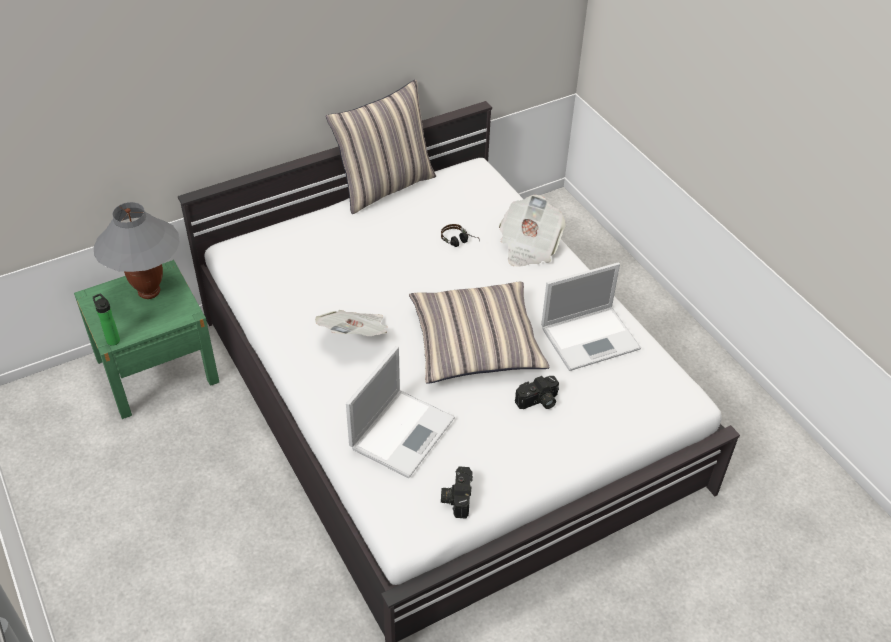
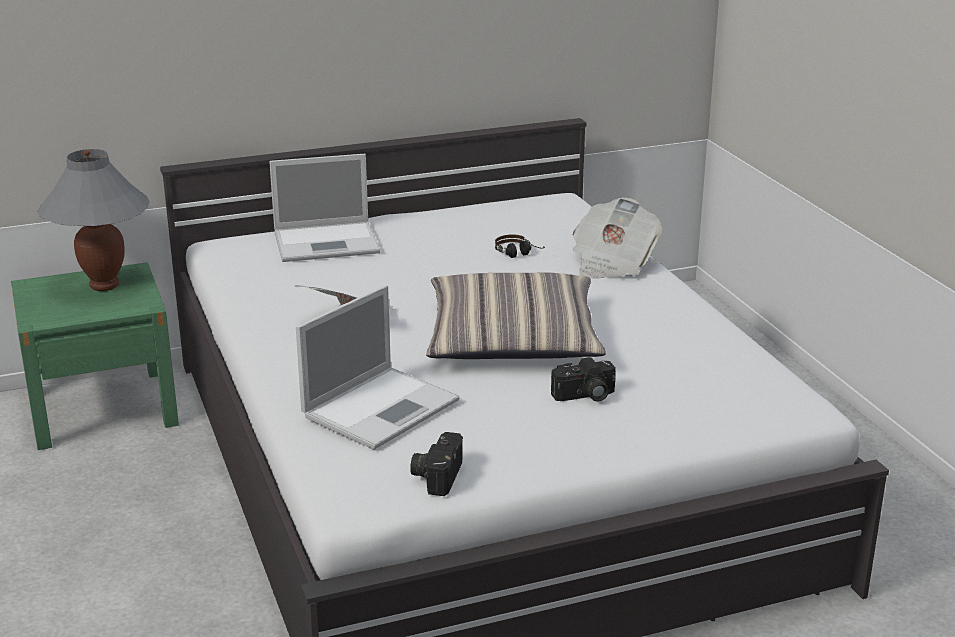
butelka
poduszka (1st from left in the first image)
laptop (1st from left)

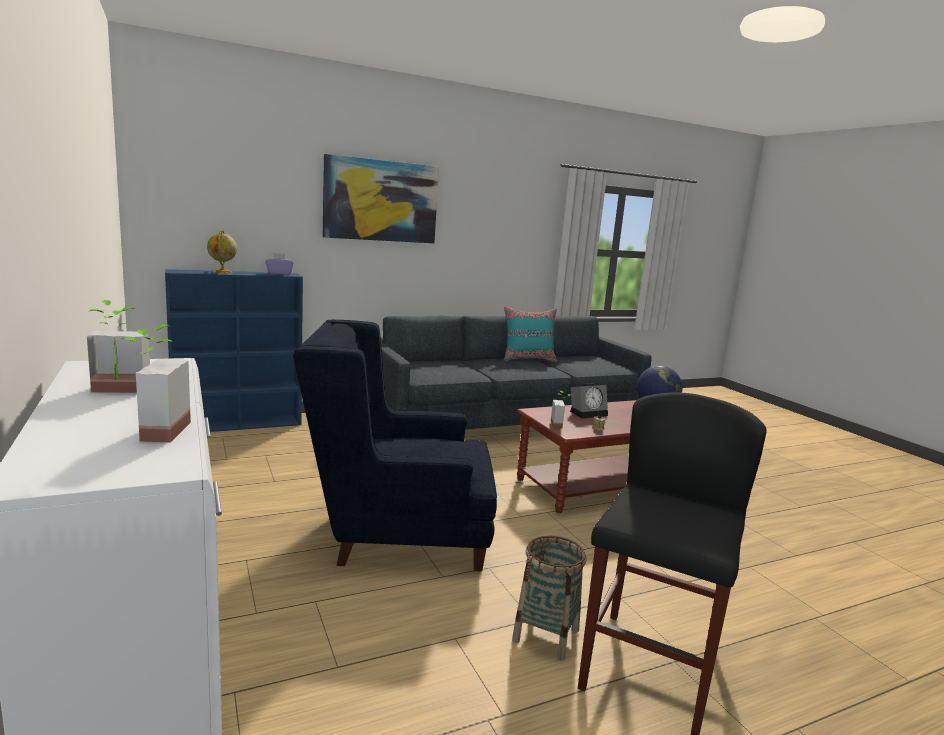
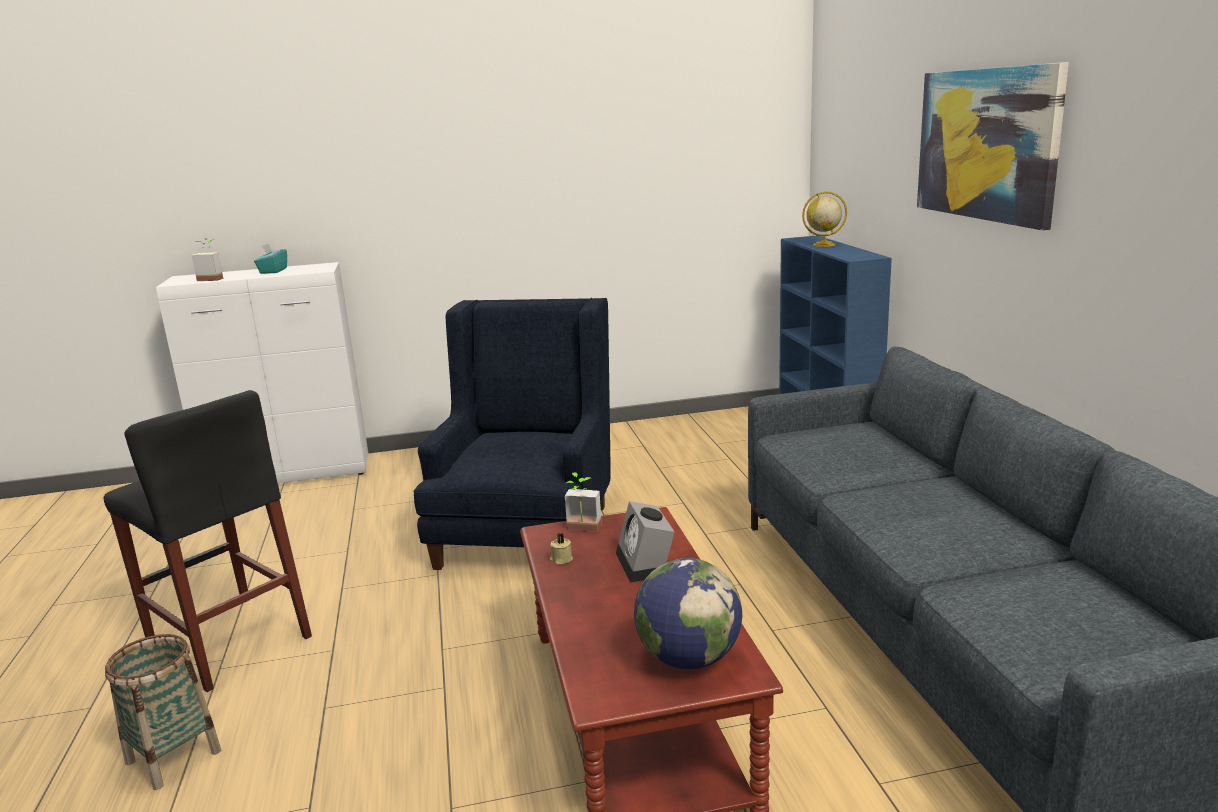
pudełko chusteczek/fioletowy
poduszka/turkusowy
koszyk
pudełko chusteczek/turkusowy

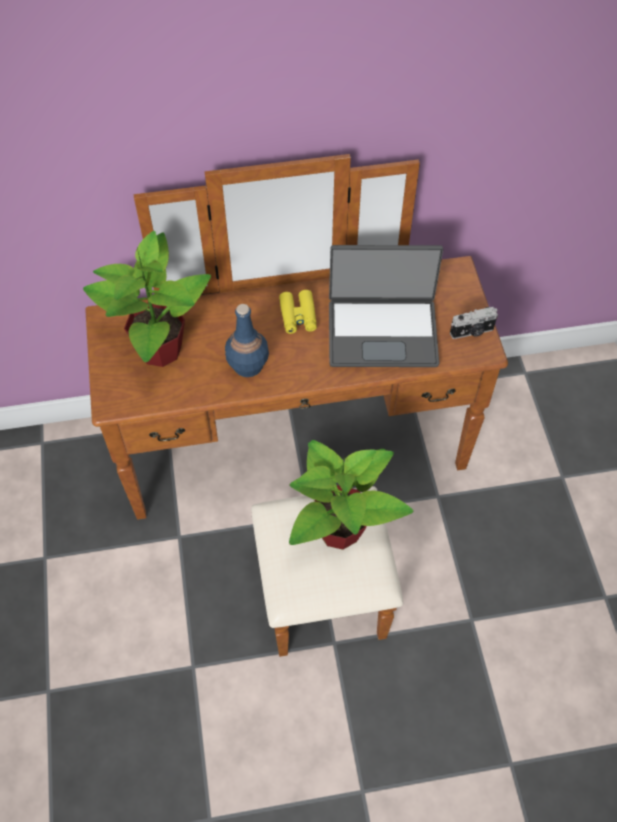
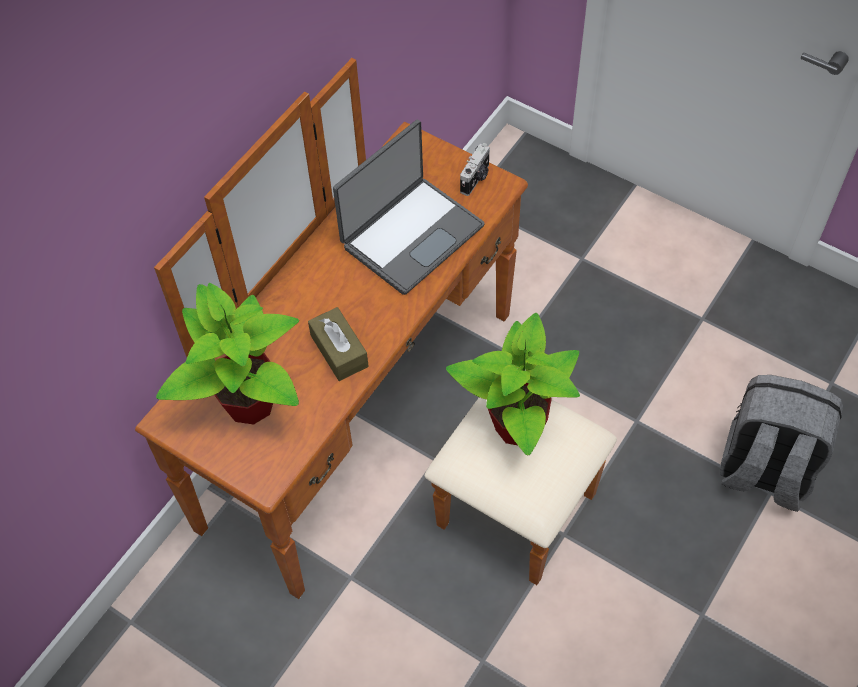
lornetka/żółty
plecak/szary
pudełko chusteczek/brązowy

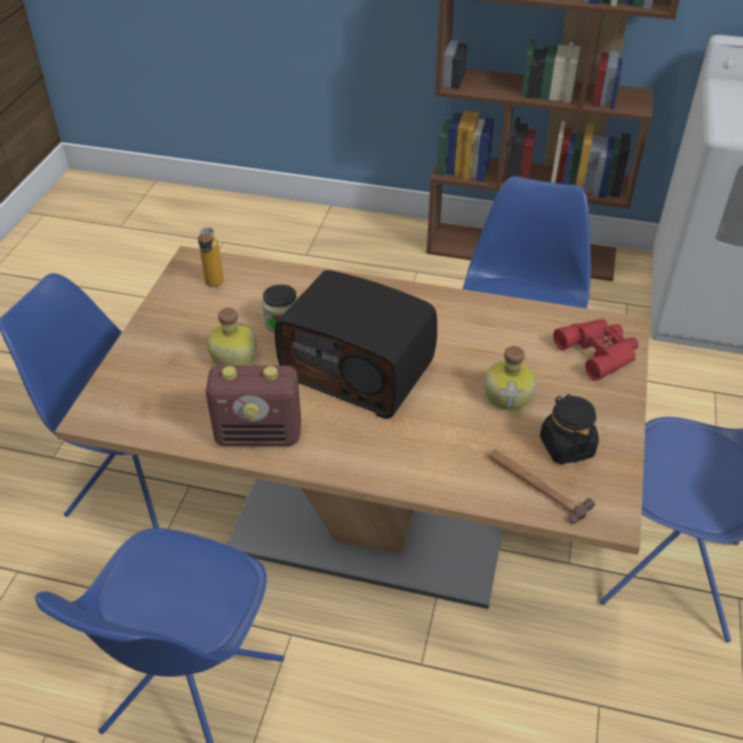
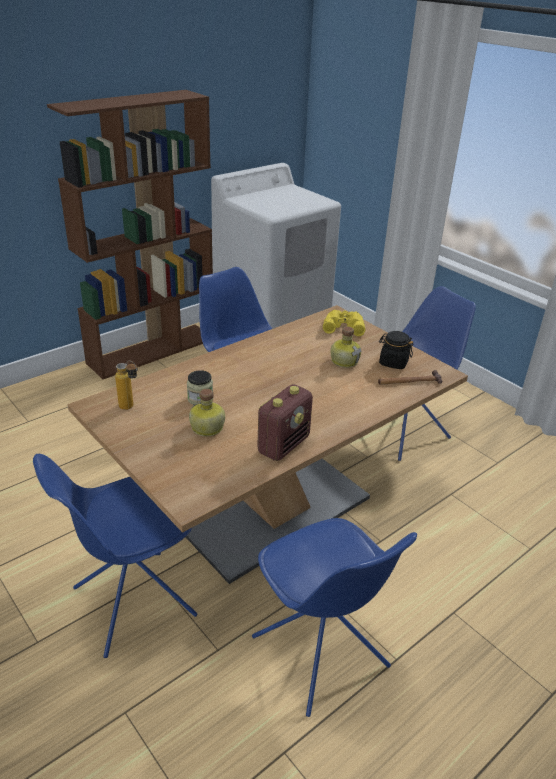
radio (2nd from left in the first image)
lornetka/żółty

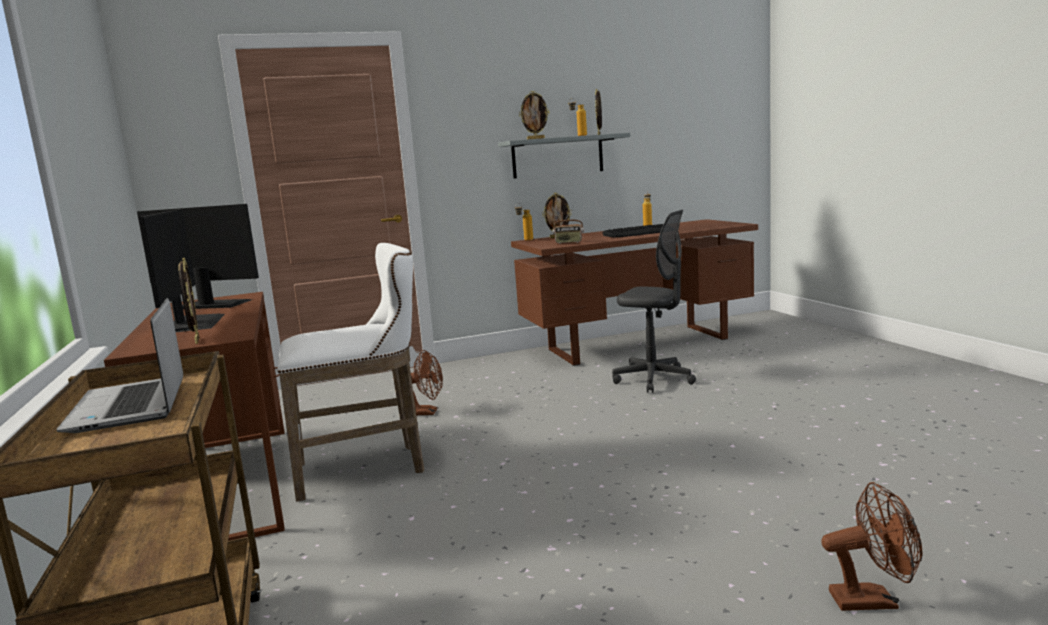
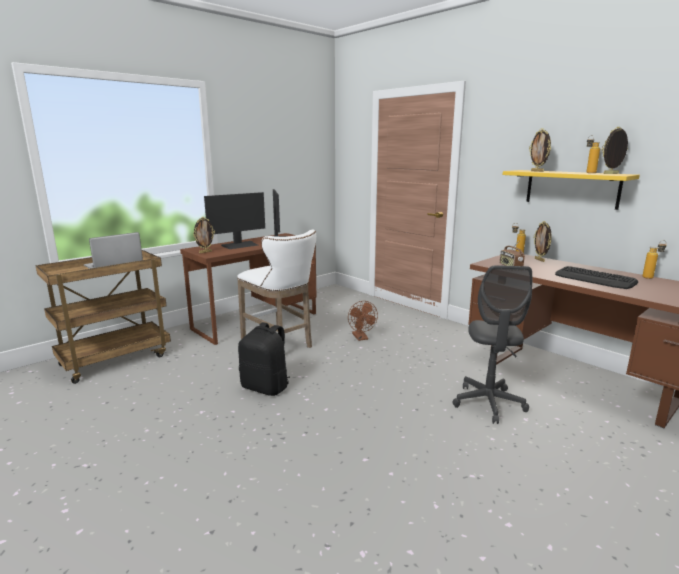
wentylator/brązowy (2nd from left in the first image)
plecak/czarny
półka/żółty

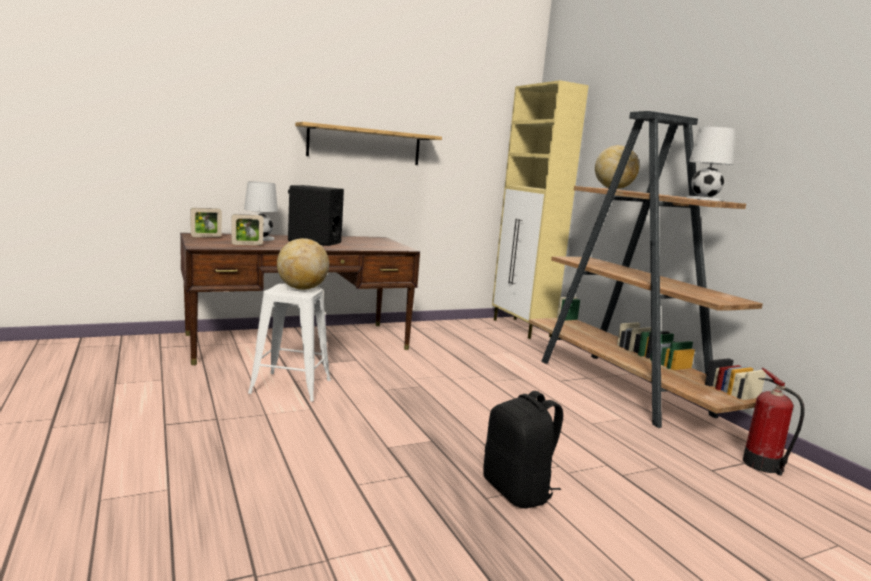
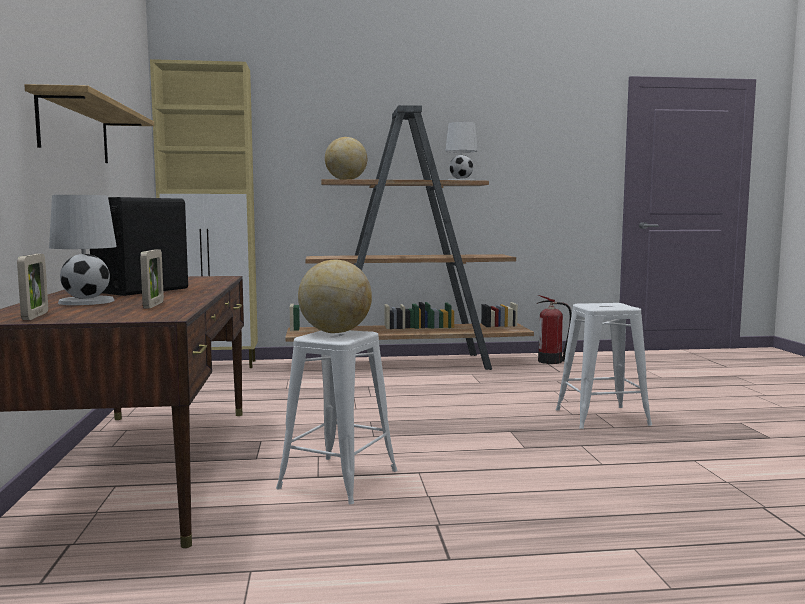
stołek/biały (2nd from left)

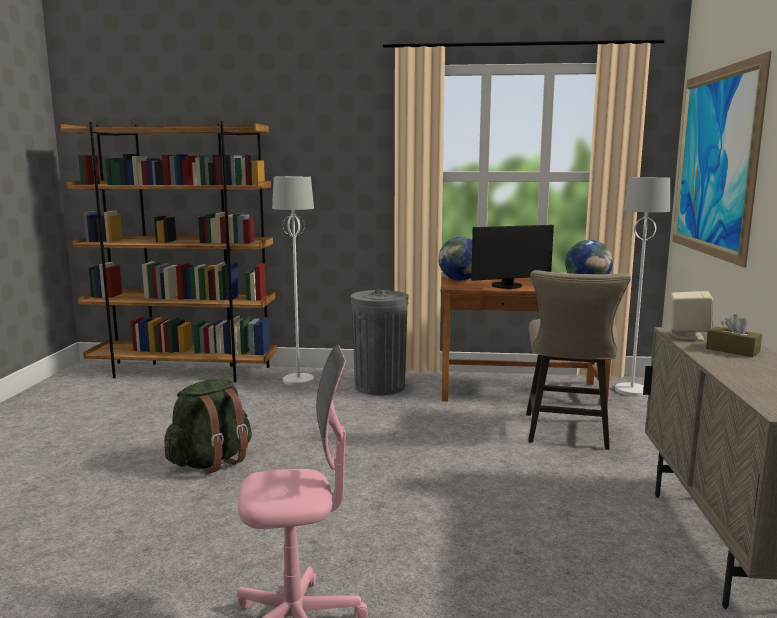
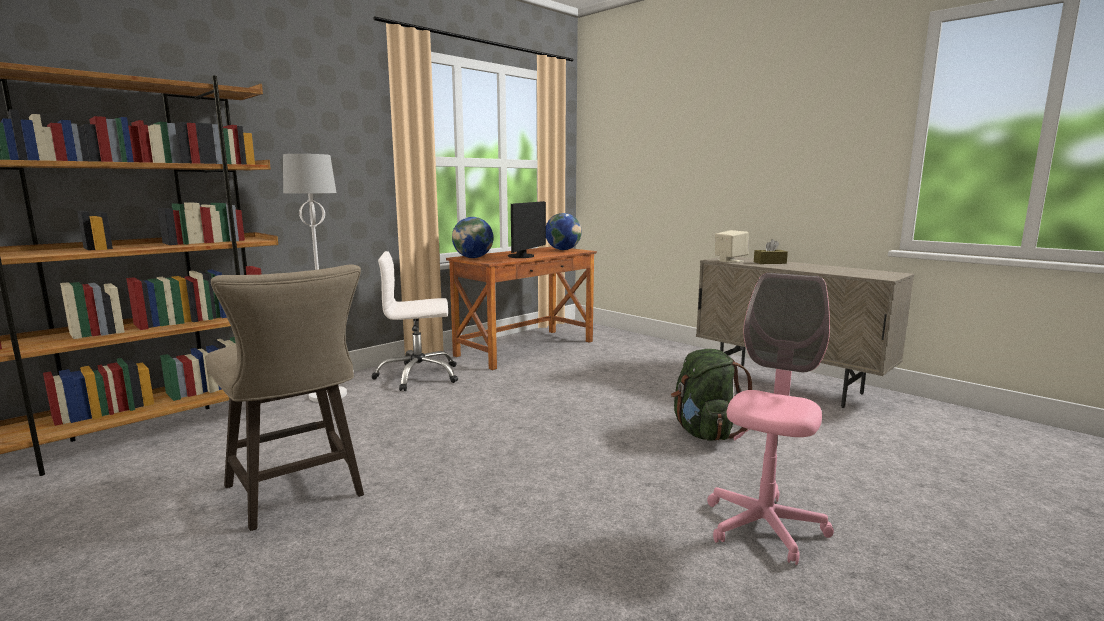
lampa stojąca/biały (2nd from left in the first image)
obraz
plecak/zielony
stołek/beżowy
krzesło biurowe/biały

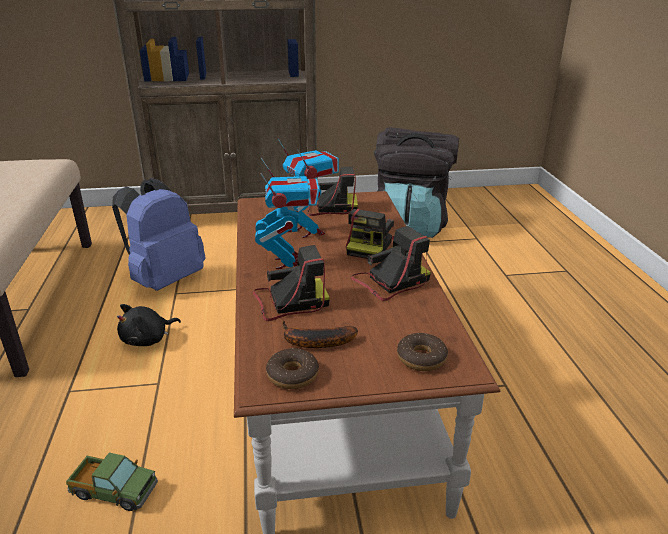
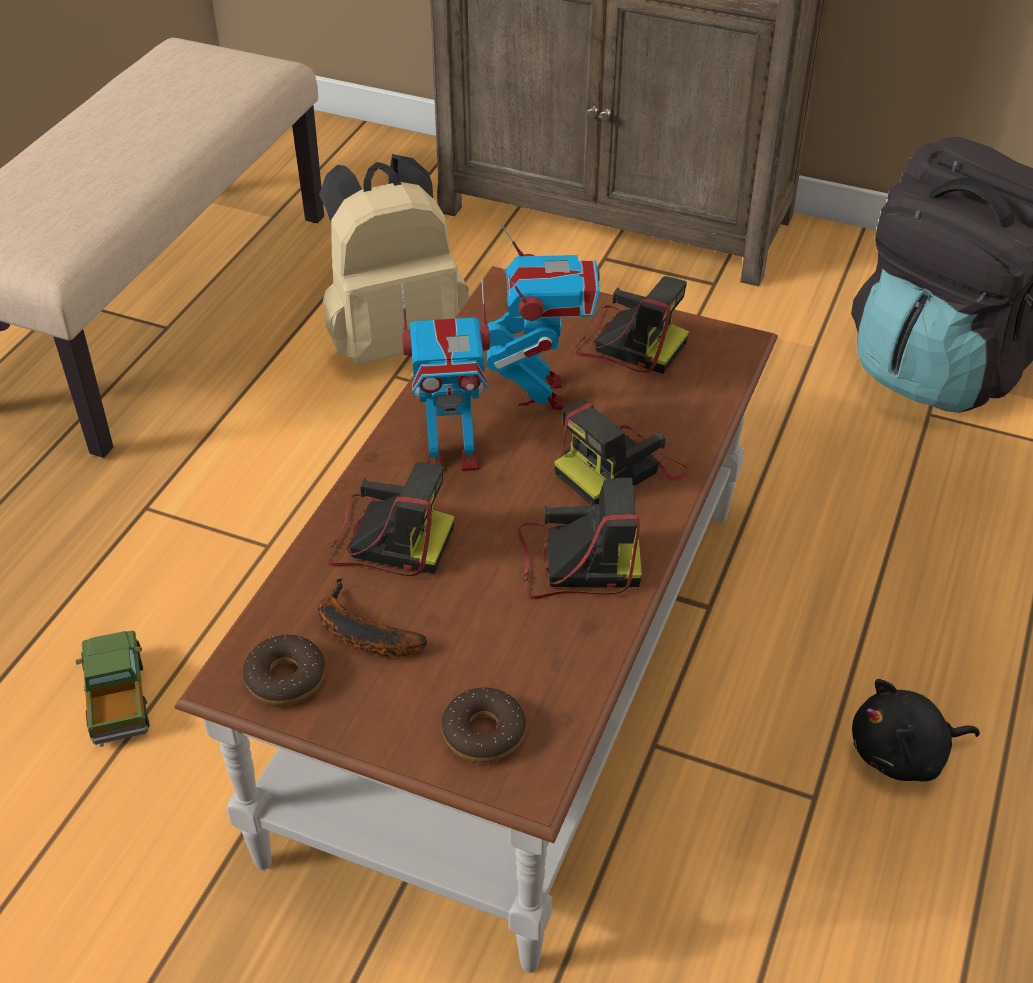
pluszak/czarny
plecak/beżowy
ciężarówka zabawkowa
robot zabawkowy (1st from left)

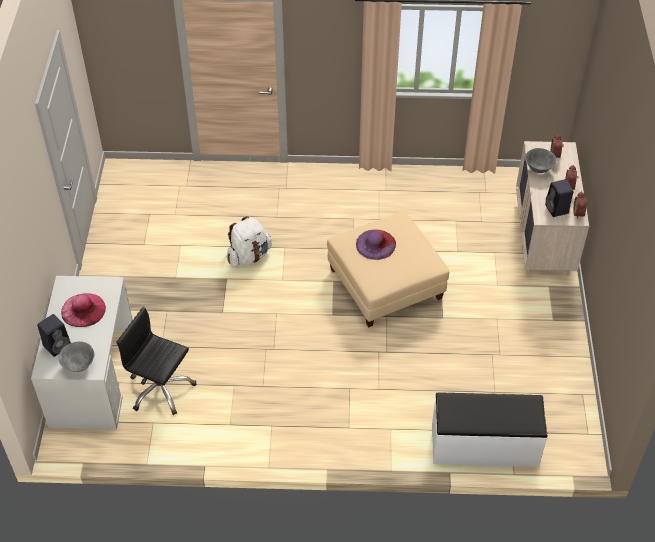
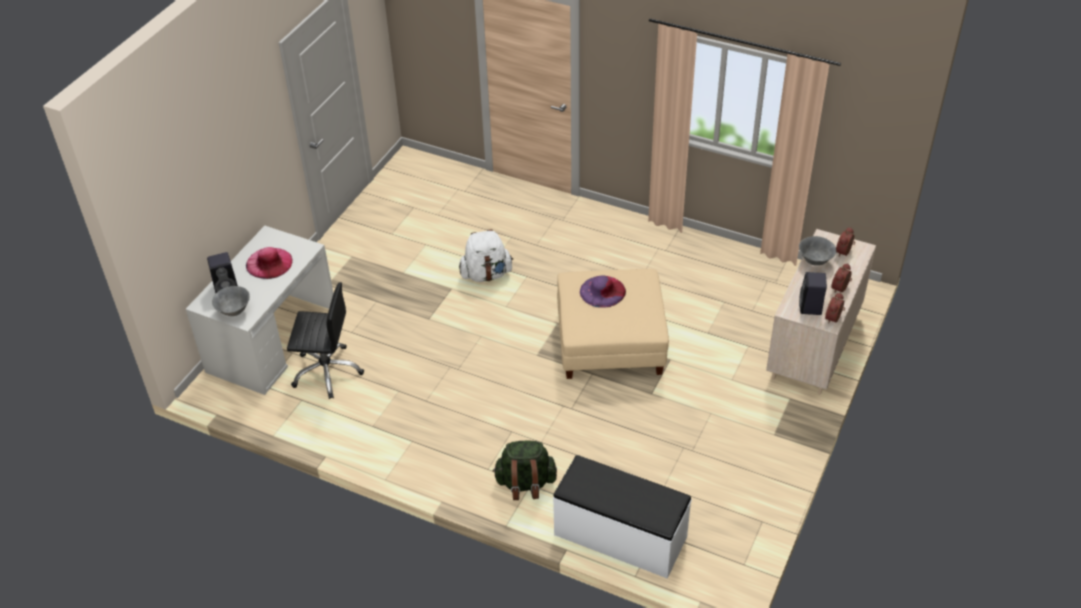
plecak/zielony
krzesło biurowe/czarny

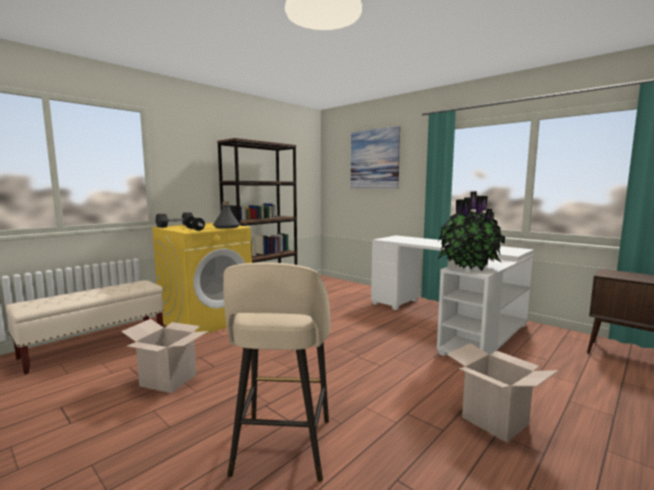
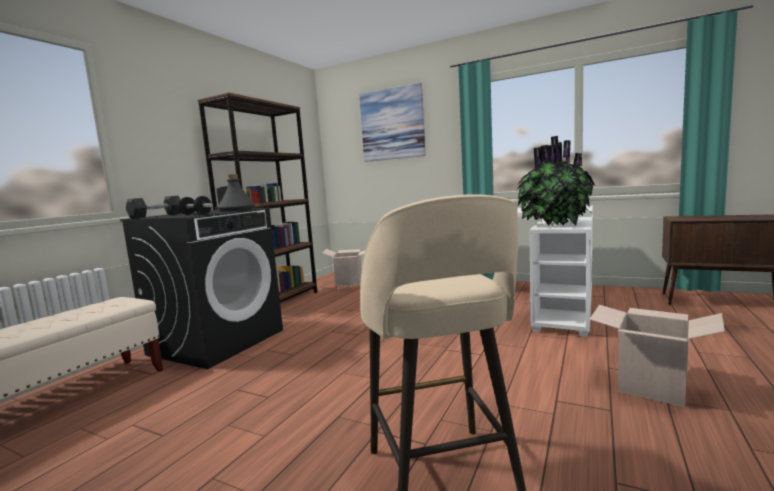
karton (1st from left)
pralka/czarny

